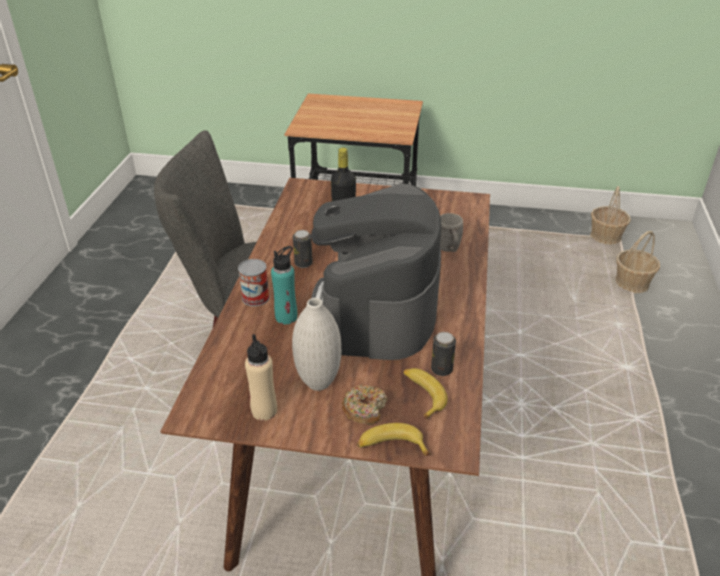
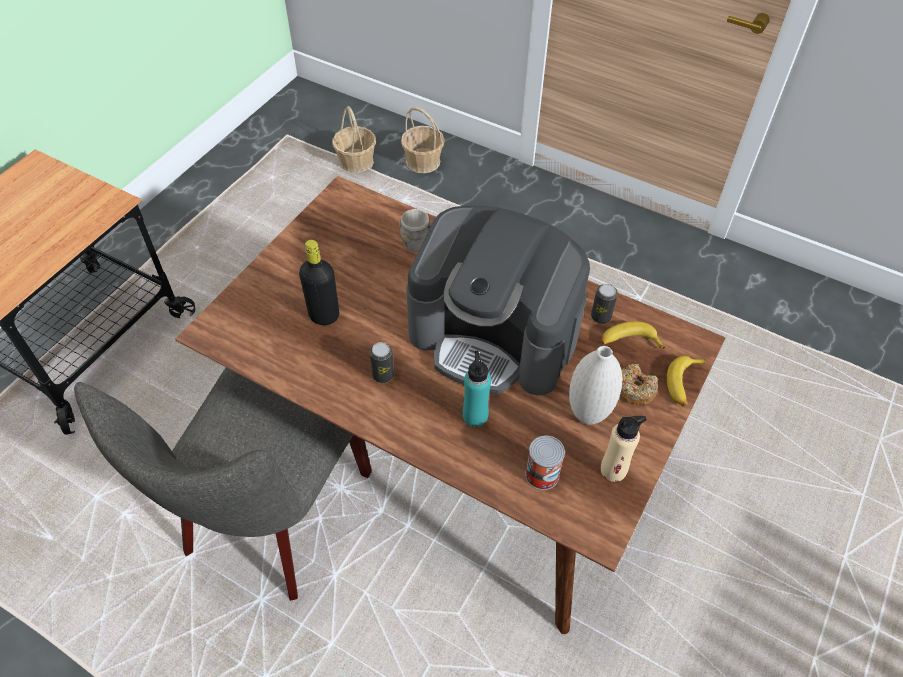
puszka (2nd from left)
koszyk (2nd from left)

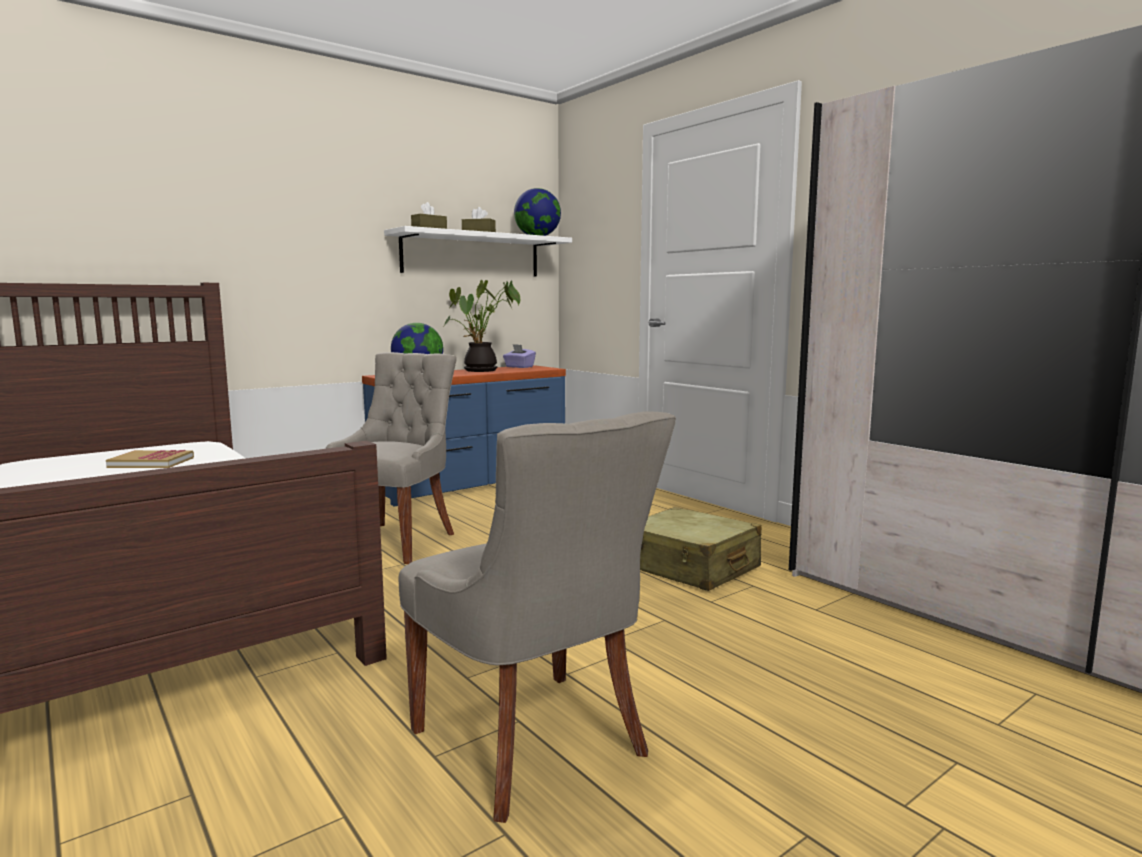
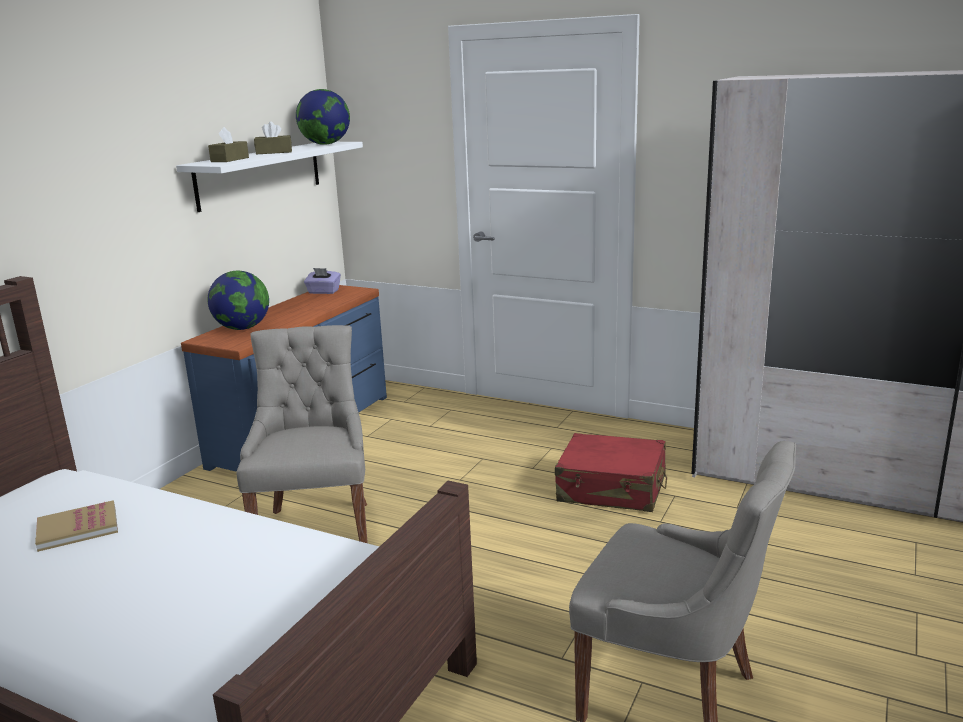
roślina doniczkowa
walizka/czerwony

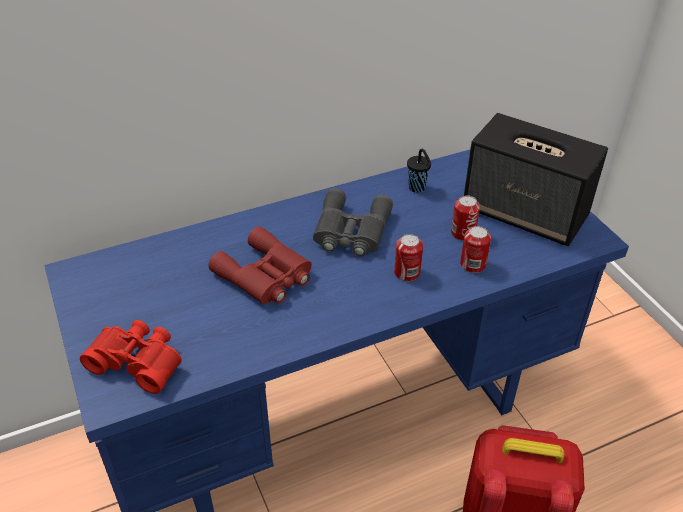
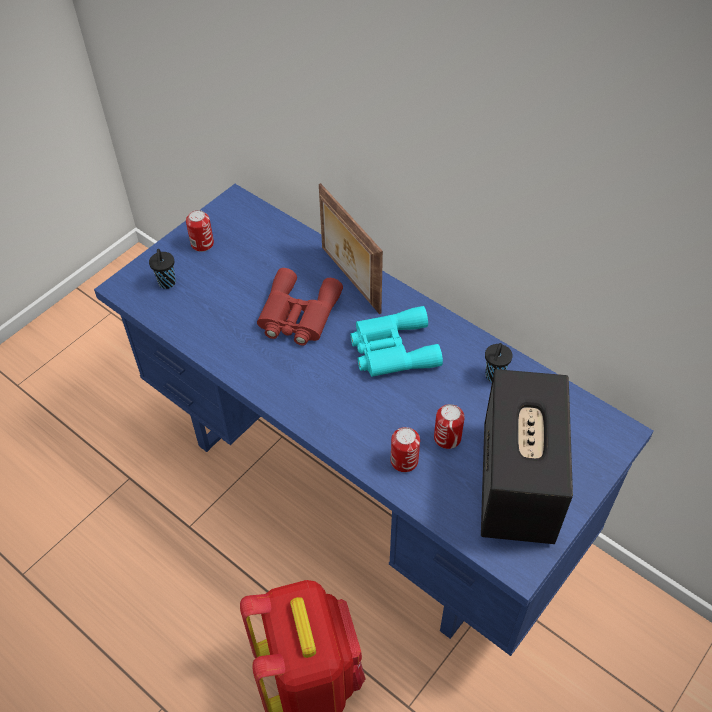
ramka na zdjęcie
puszka (1st from left)
filiżanka/czarny (1st from left)
lornetka/turkusowy

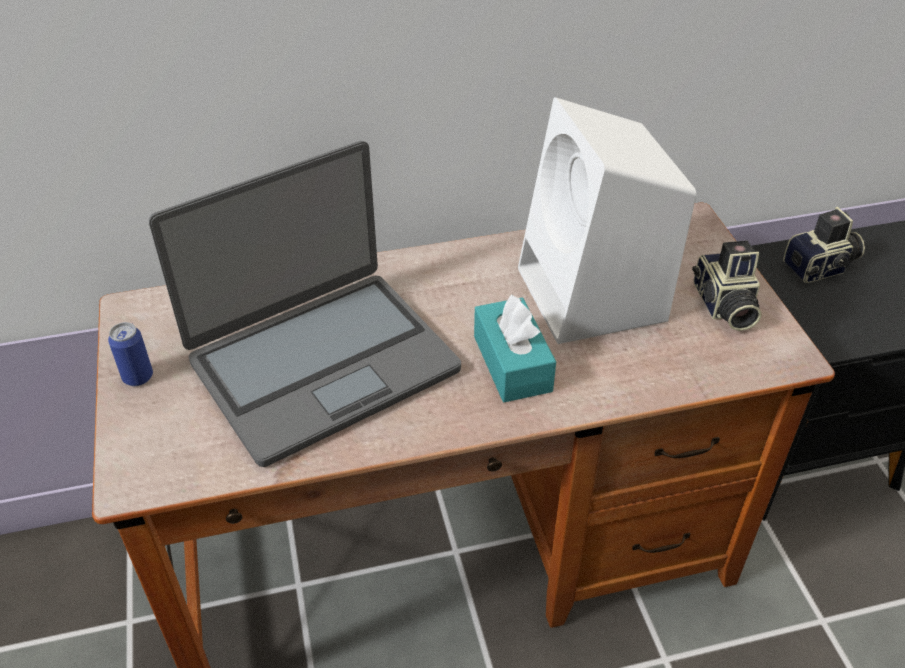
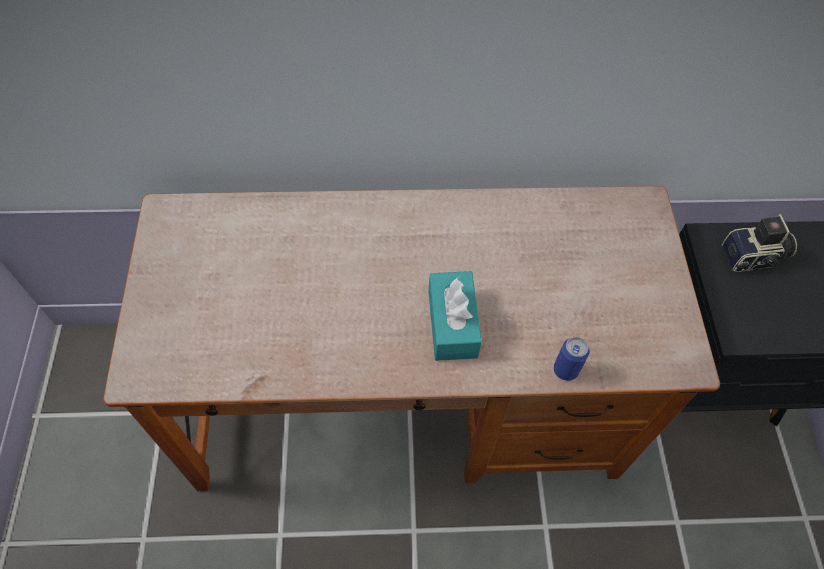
laptop
głośnik/biały
aparat fotograficzny (1st from left in the first image)
puszka

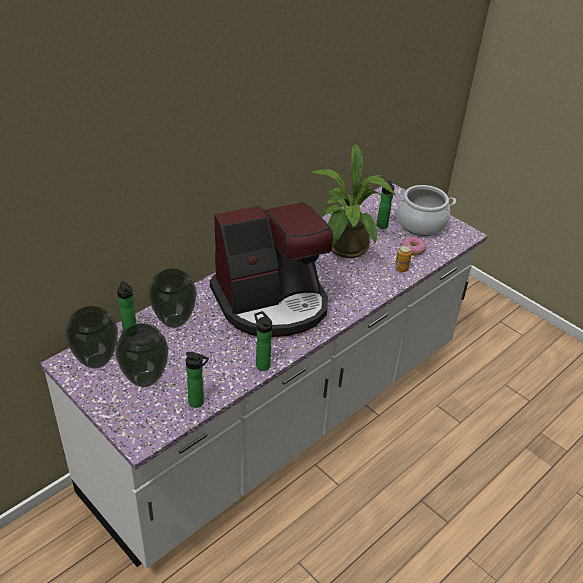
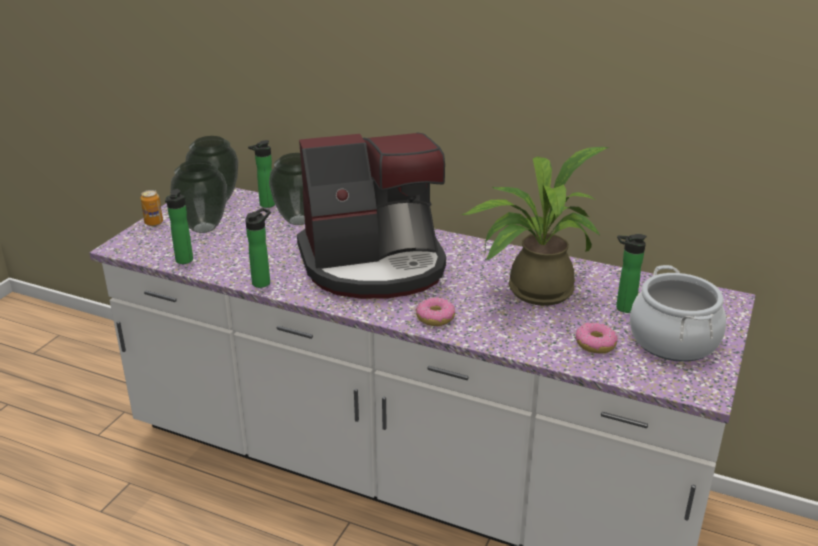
donut (1st from left)
puszka
ekspres do kawy

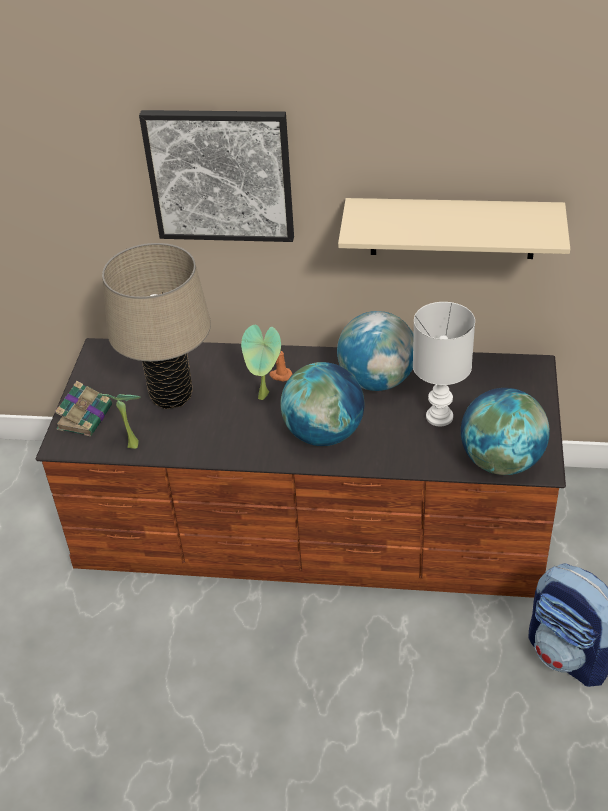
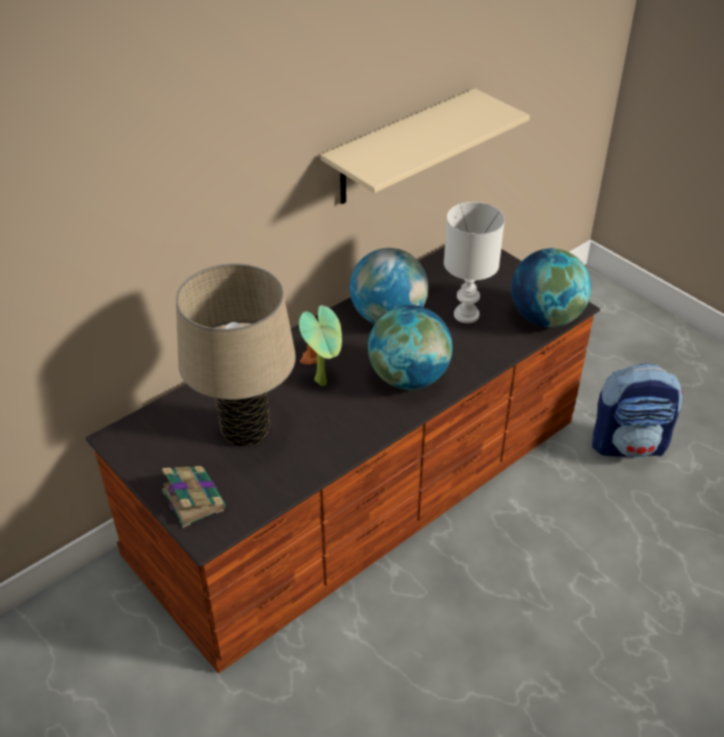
roślina doniczkowa (1st from left in the first image)
obraz

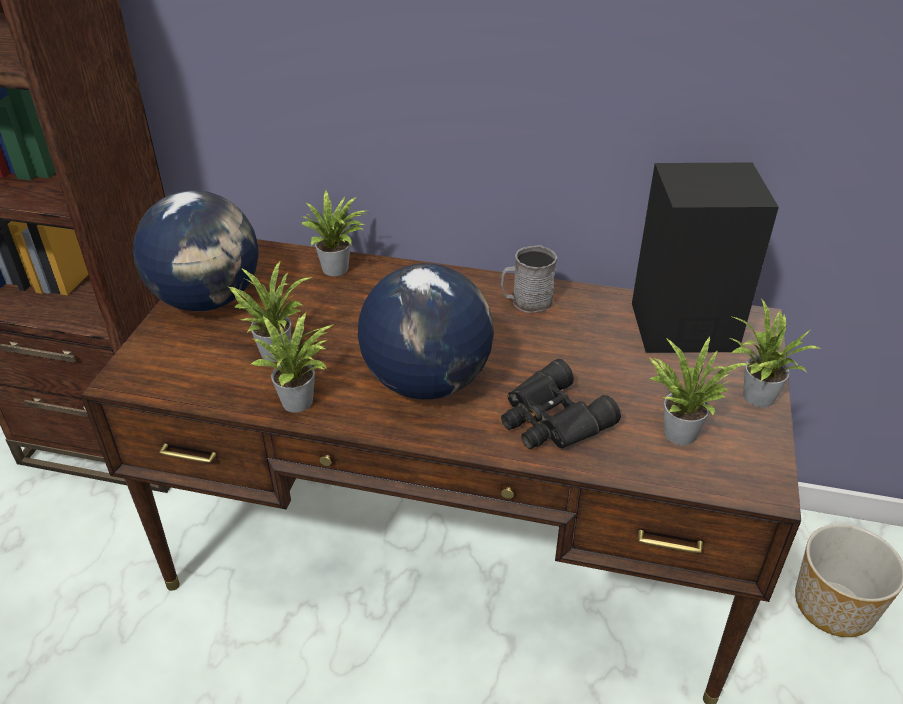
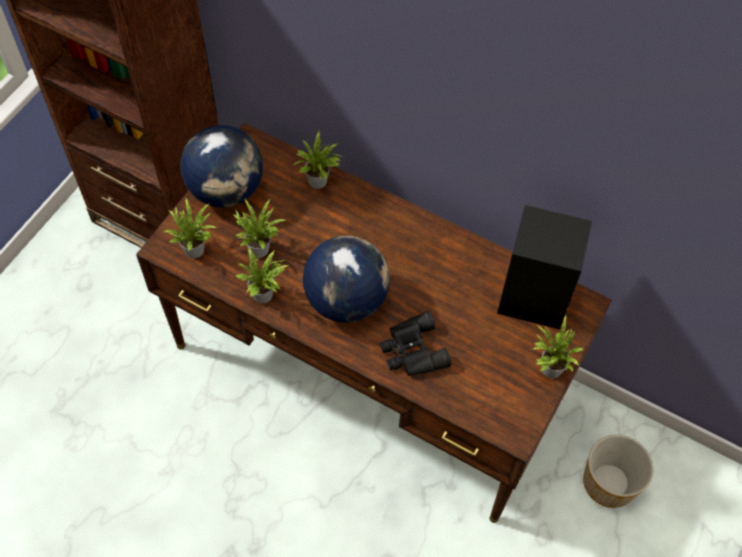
kubek/szary
roślina doniczkowa (1st from left)

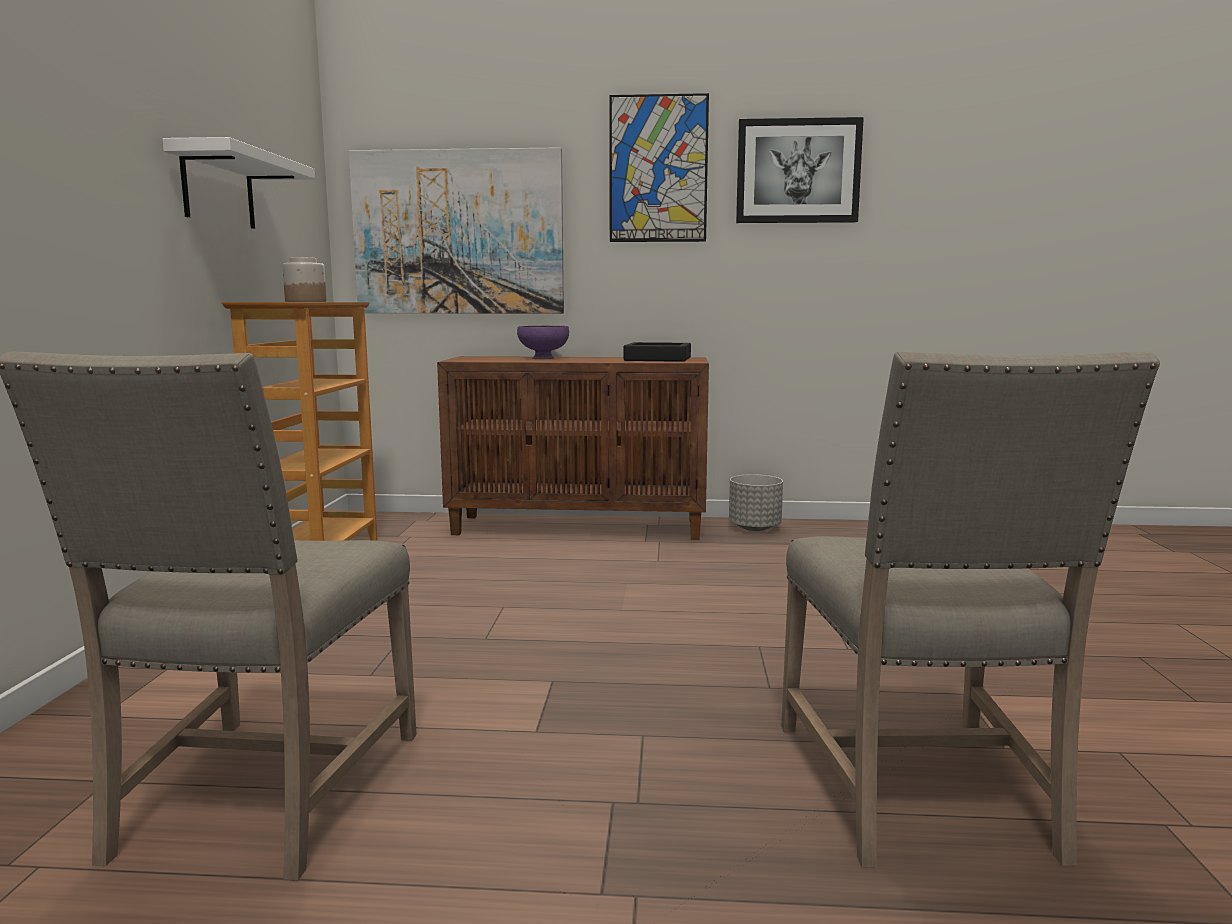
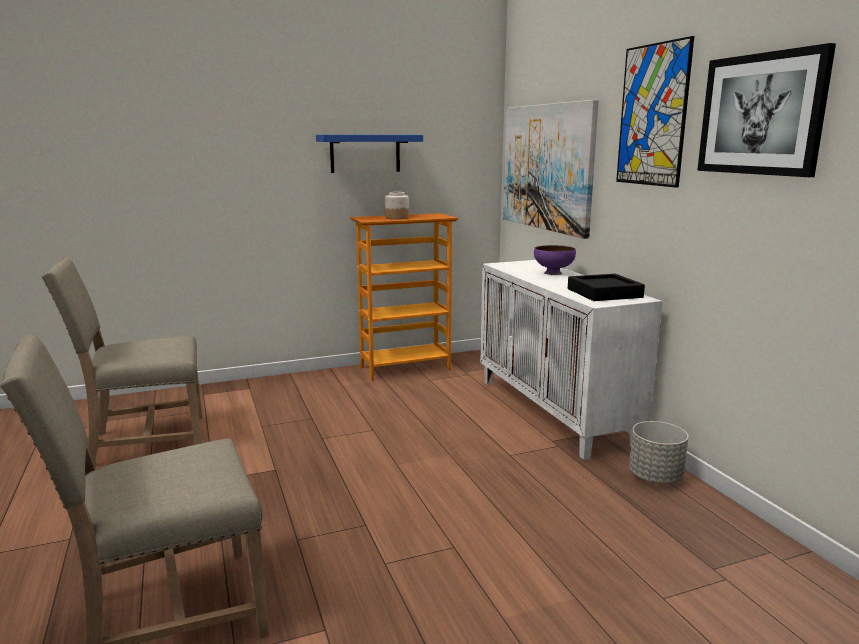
półka/niebieski
szafka/biały

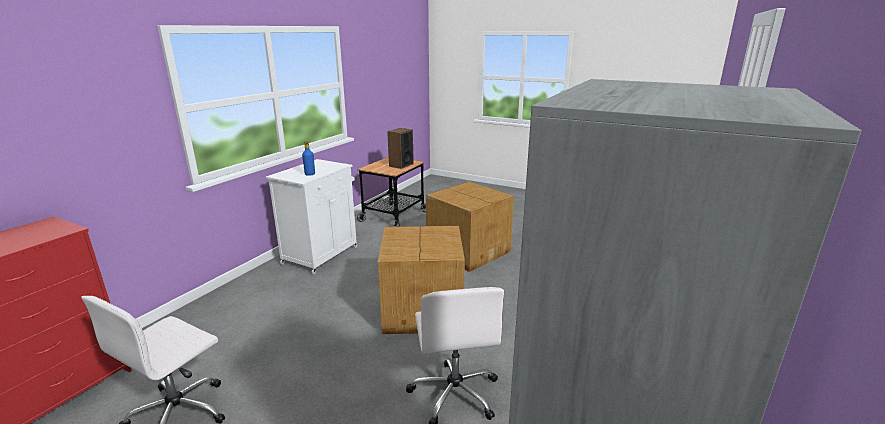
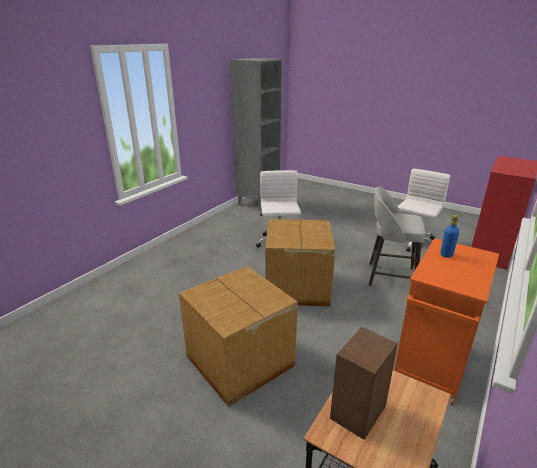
stołek/szary
szafka/pomarańczowy

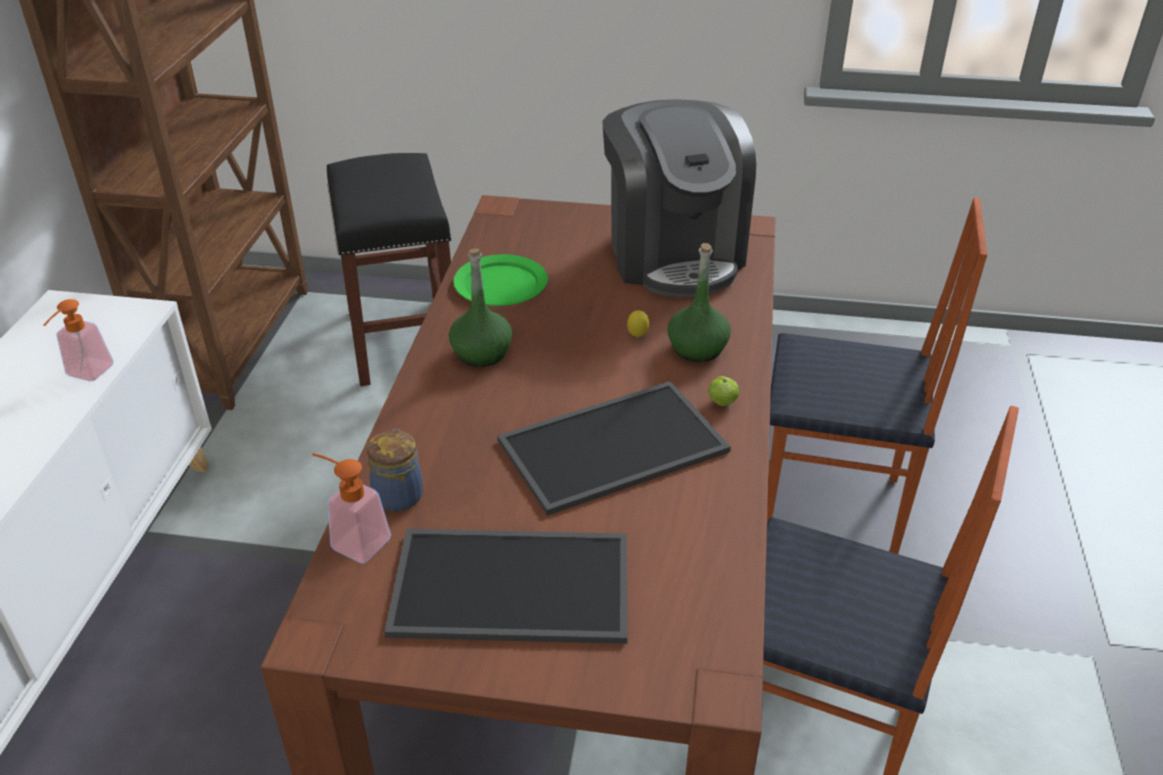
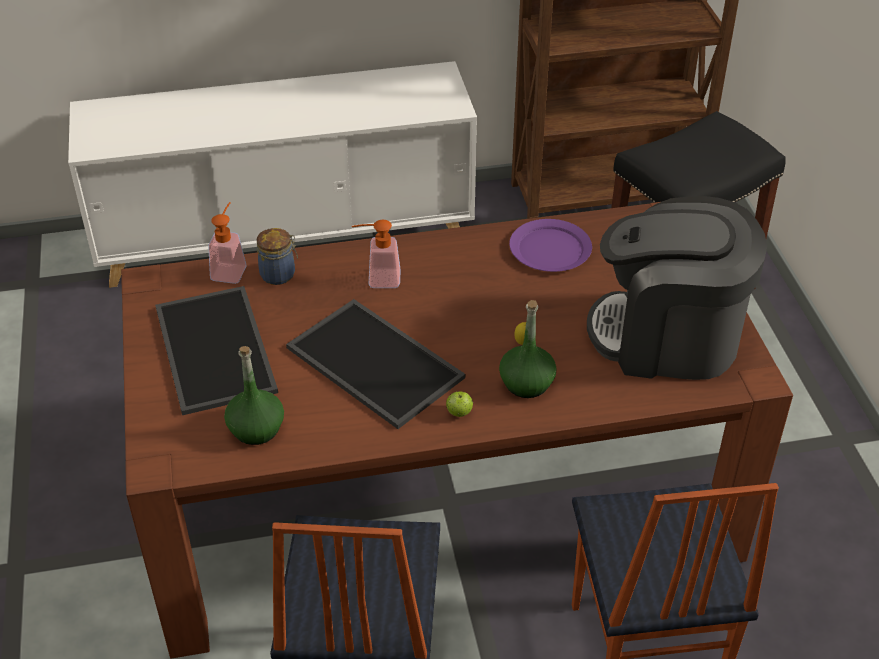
dozownik mydła (2nd from left)
butelka/zielony (1st from left)
talerz/fioletowy
ekspres do kawy

